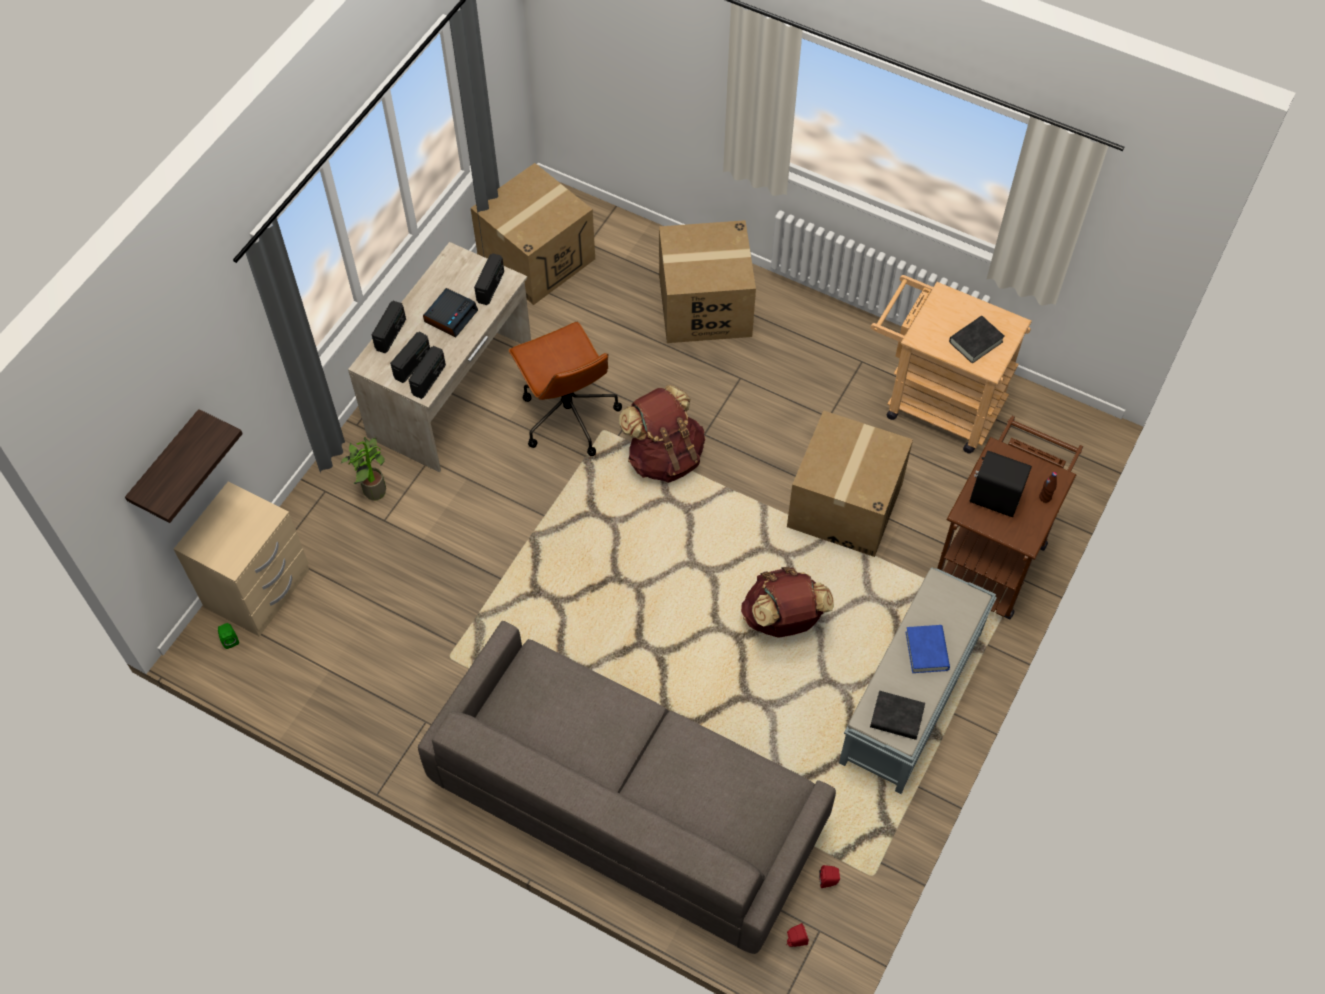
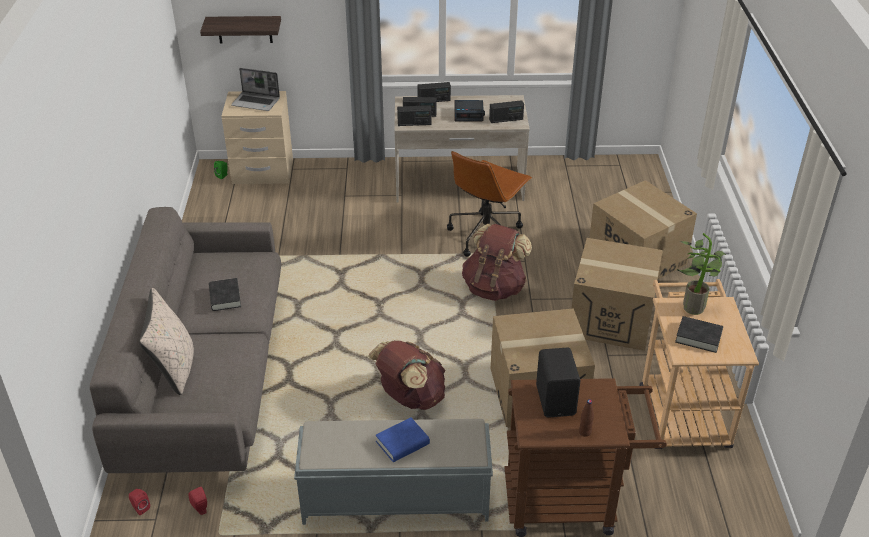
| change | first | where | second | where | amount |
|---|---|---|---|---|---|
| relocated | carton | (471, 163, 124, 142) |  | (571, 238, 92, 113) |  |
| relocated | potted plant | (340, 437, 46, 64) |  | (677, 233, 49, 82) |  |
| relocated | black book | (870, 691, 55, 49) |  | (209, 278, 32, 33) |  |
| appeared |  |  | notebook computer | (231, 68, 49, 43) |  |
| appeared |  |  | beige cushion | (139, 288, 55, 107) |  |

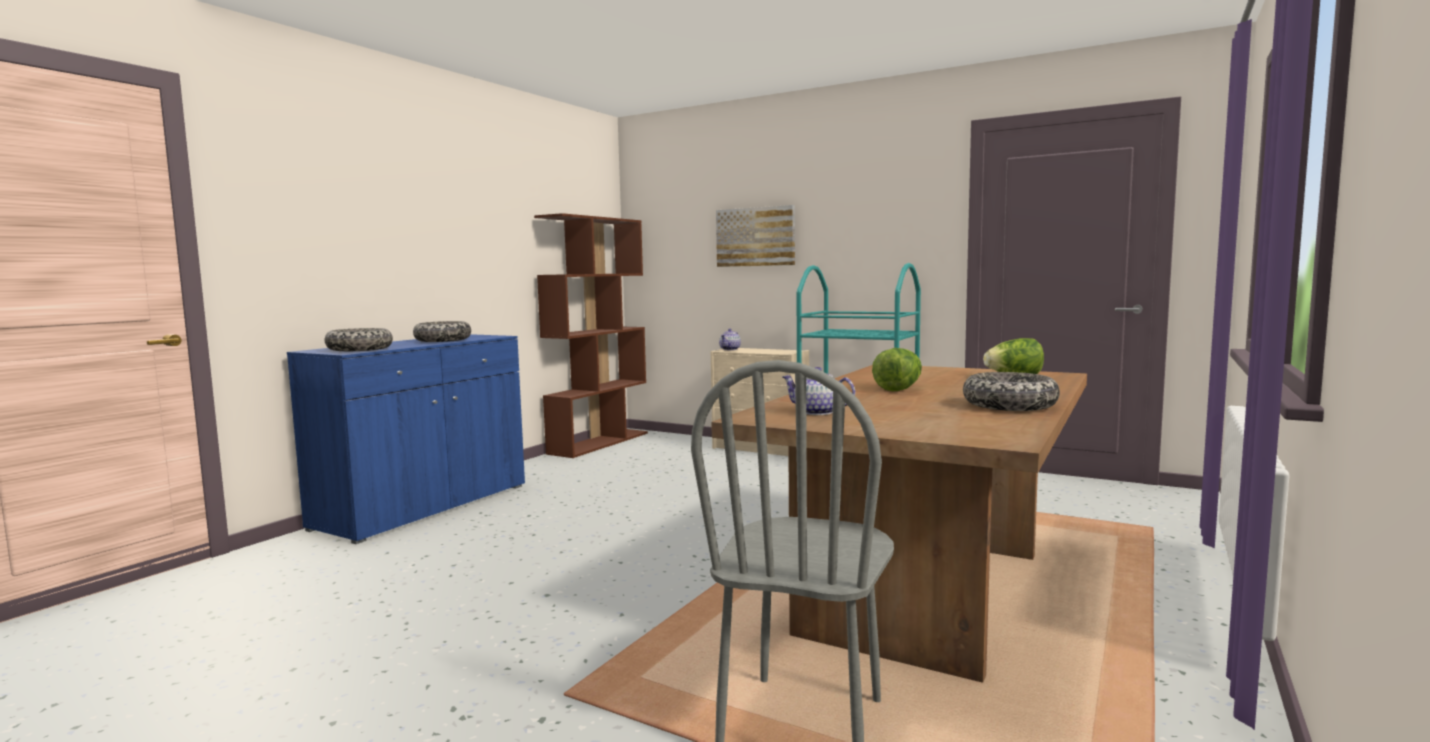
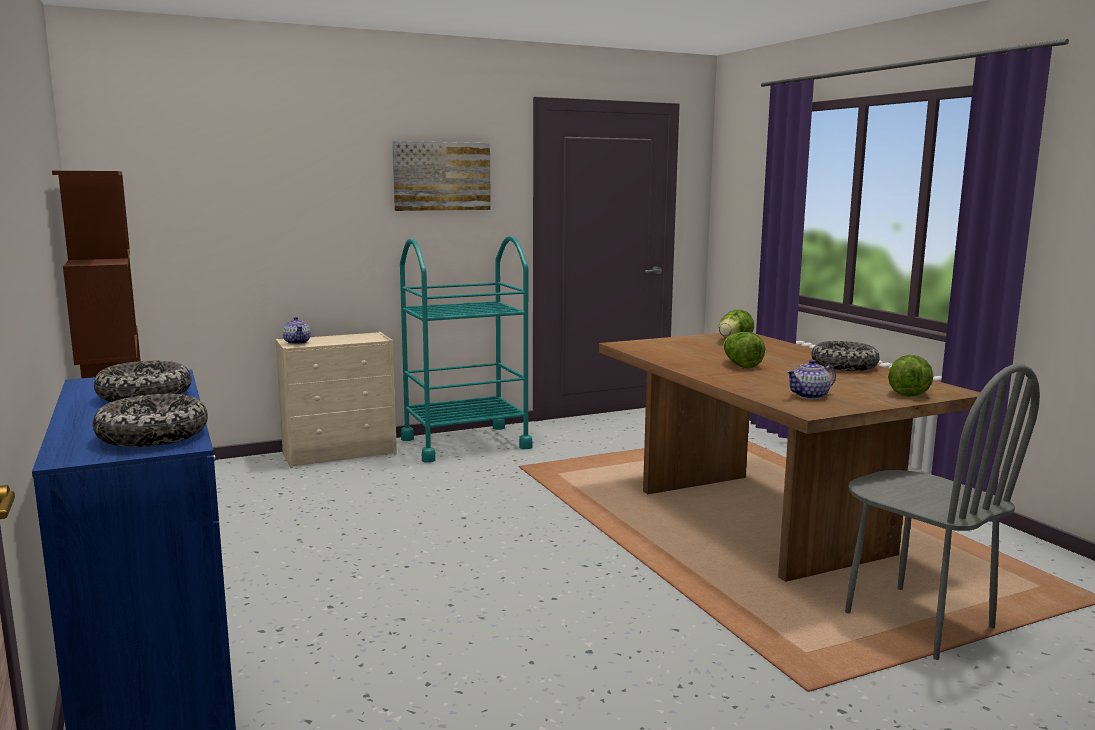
| change | first | where | second | where | amount |
|---|---|---|---|---|---|
| relocated | picture | (716, 205, 79, 62) |  | (392, 141, 99, 70) |  |
| appeared |  |  | lettuce head | (888, 355, 46, 42) |  |

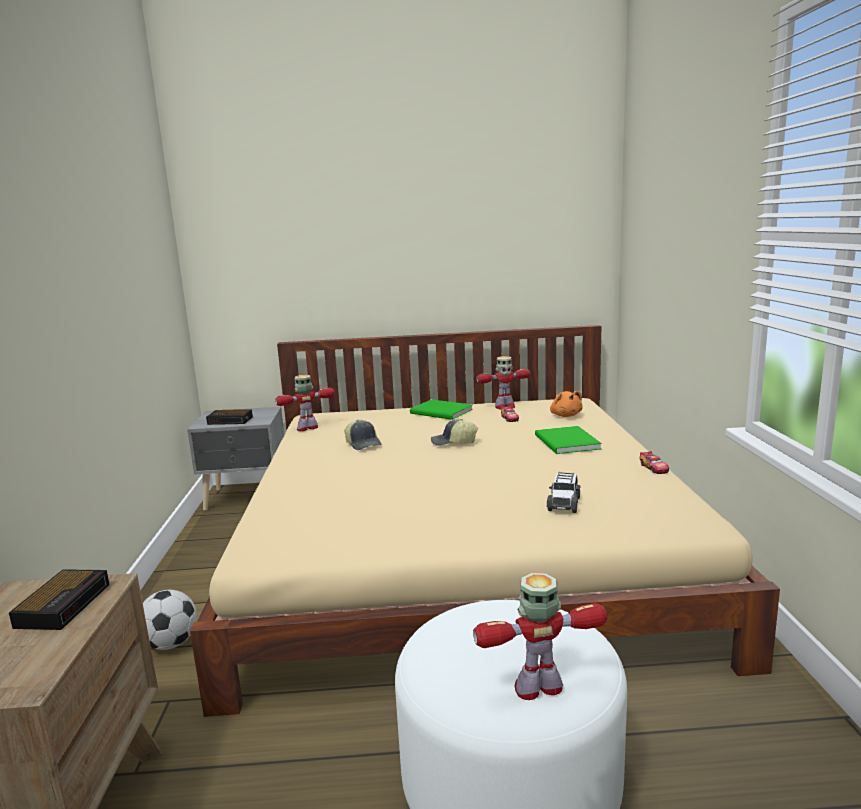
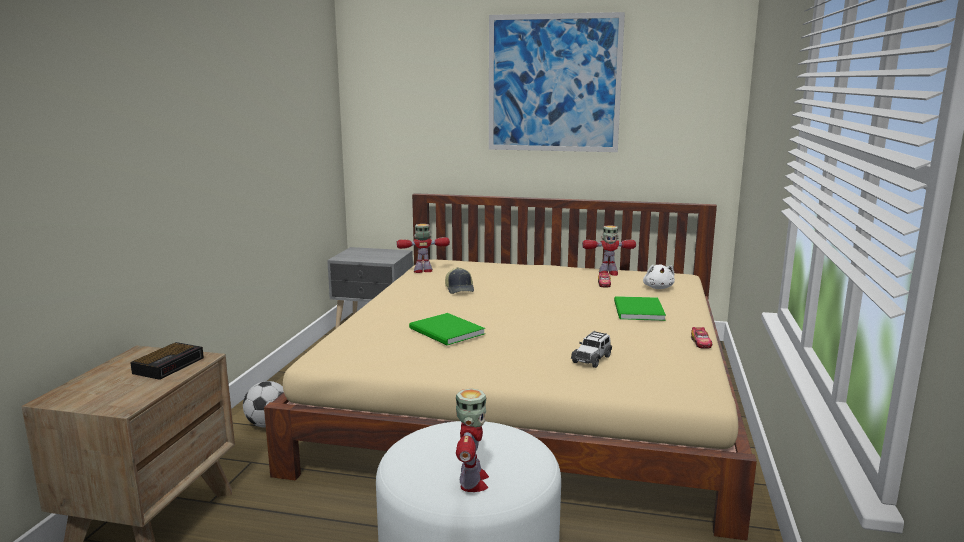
| change | first | where | second | where | amount |
|---|---|---|---|---|---|
| colour | orangey soft toy | (550, 391, 33, 26) | white soft toy | (643, 264, 32, 25) |  |
| relocated | green book | (410, 399, 63, 21) |  | (409, 313, 76, 33) |  |
| missing | alarm clock | (206, 409, 47, 16) |  |  |  |
| missing | baseball cap | (431, 419, 47, 27) |  |  |  |
| spun | model robot | (473, 573, 134, 127) |  | (456, 389, 33, 103) | 90 degrees clockwise |
| appeared |  |  | picture | (489, 12, 136, 140) |  |

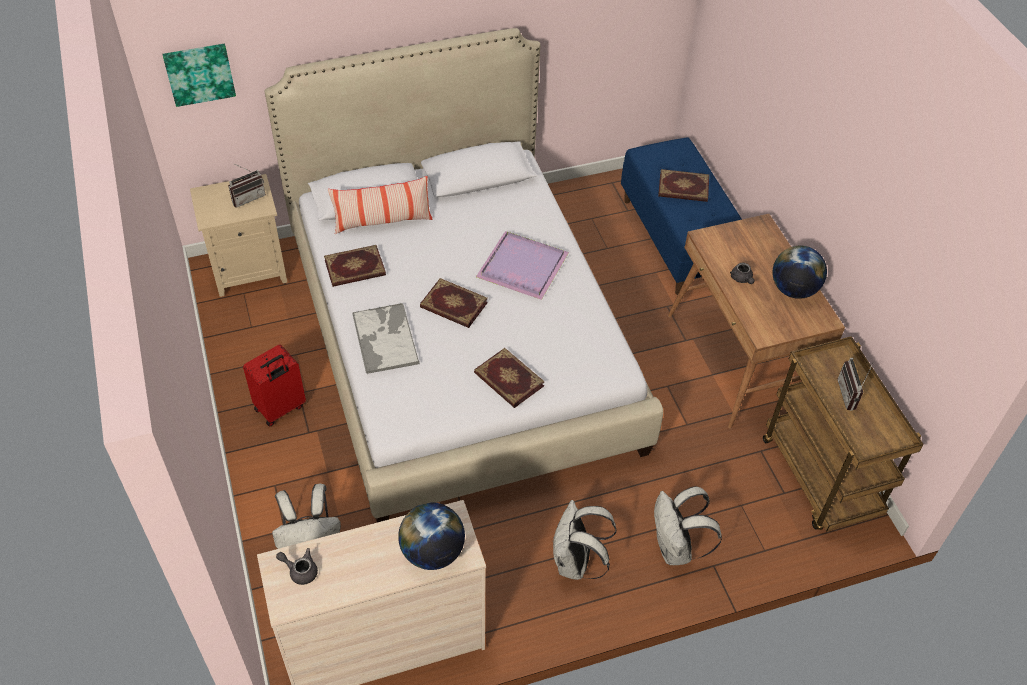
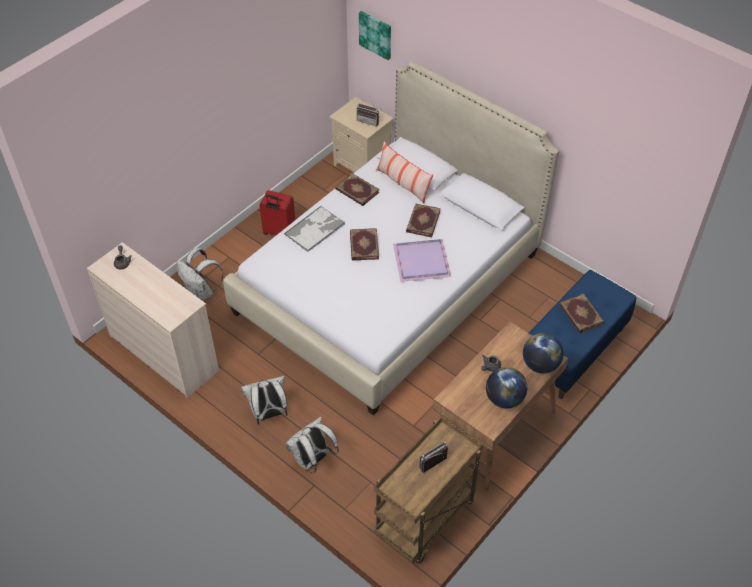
| change | first | where | second | where | amount |
|---|---|---|---|---|---|
| relocated | book | (474, 348, 71, 60) |  | (406, 204, 35, 34) |  |
| relocated | globe | (398, 503, 67, 67) |  | (523, 333, 41, 40) |  |

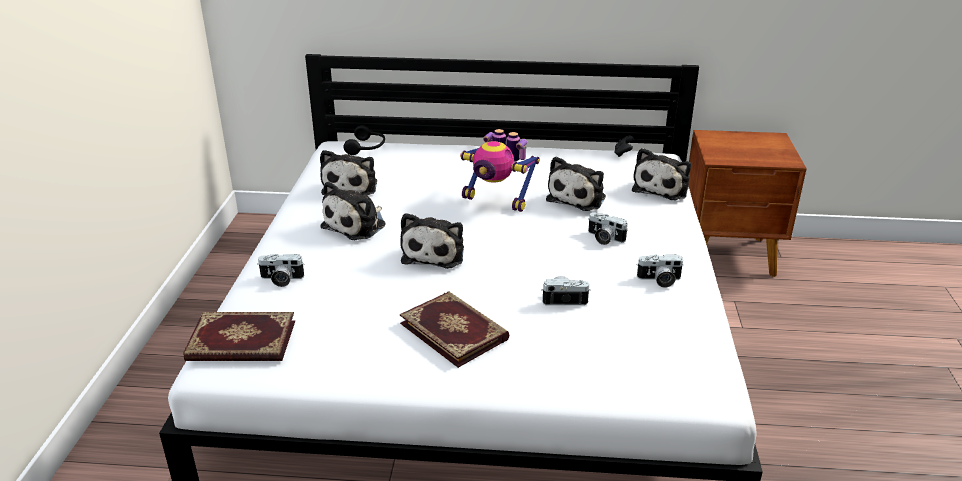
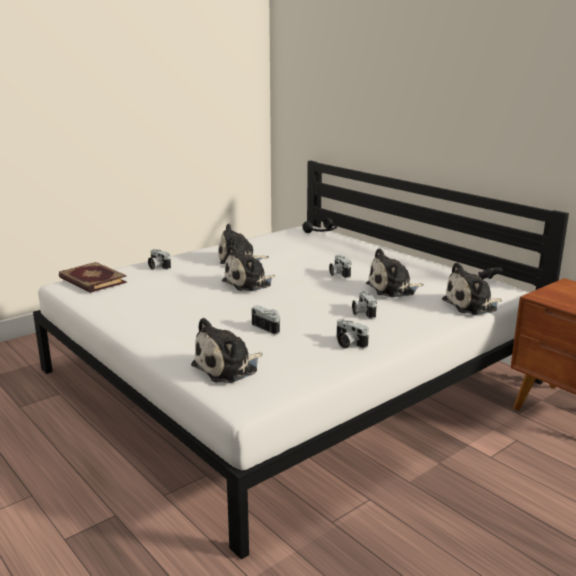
| change | first | where | second | where | amount |
|---|---|---|---|---|---|
| exchanged | model robot | (460, 129, 80, 83) | photo camera | (329, 255, 22, 23) |  |
| relocated | soft toy | (320, 150, 57, 46) |  | (191, 318, 72, 65) |  |
| missing | book | (400, 291, 110, 77) |  |  |  |

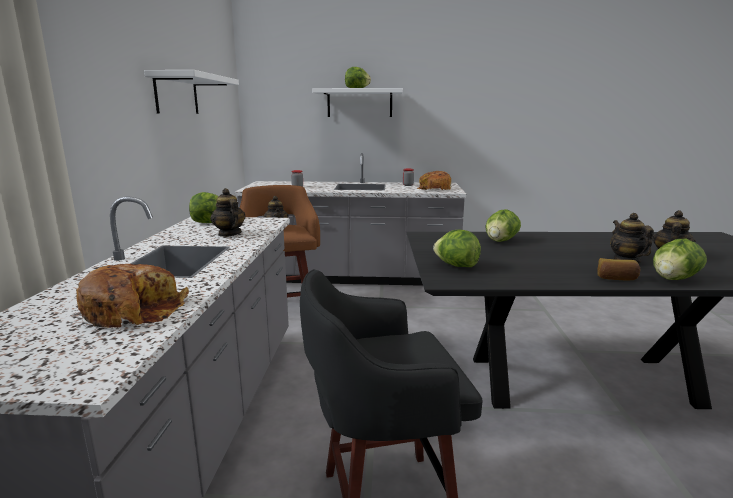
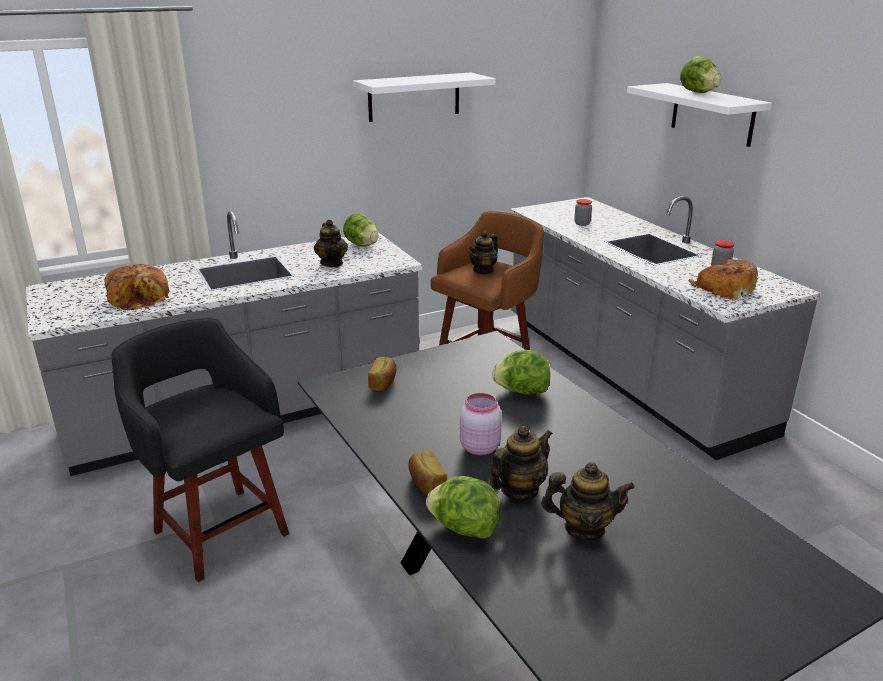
| change | first | where | second | where | amount |
|---|---|---|---|---|---|
| spun | pot for tea | (210, 188, 36, 49) |  | (314, 220, 34, 47) | 135 degrees clockwise |
| exchanged | lettuce head | (433, 230, 48, 37) | baked bread | (368, 357, 29, 34) |  |
| appeared |  |  | pinkish jar | (460, 393, 42, 62) |  |

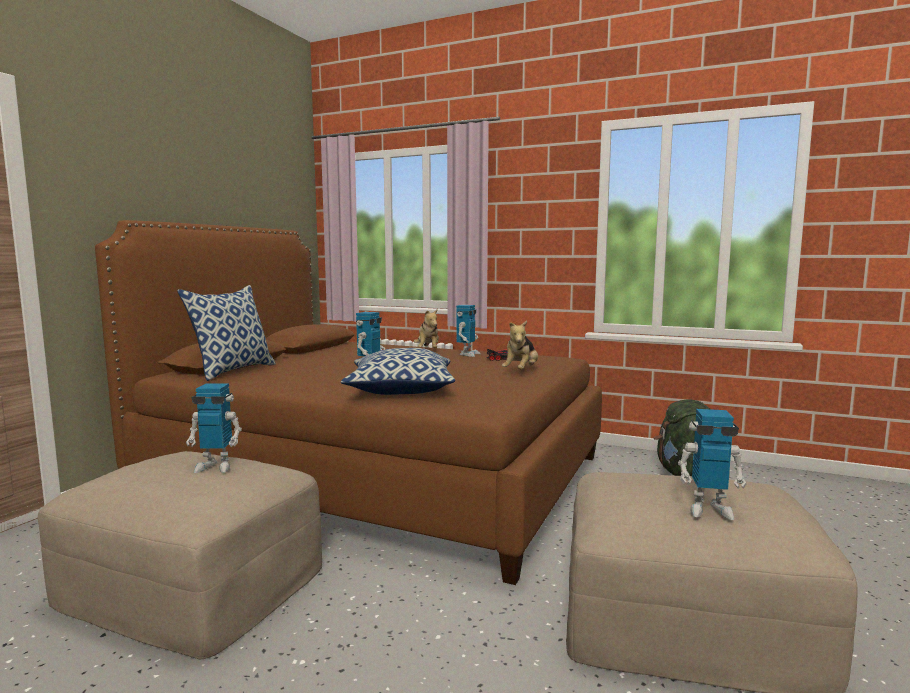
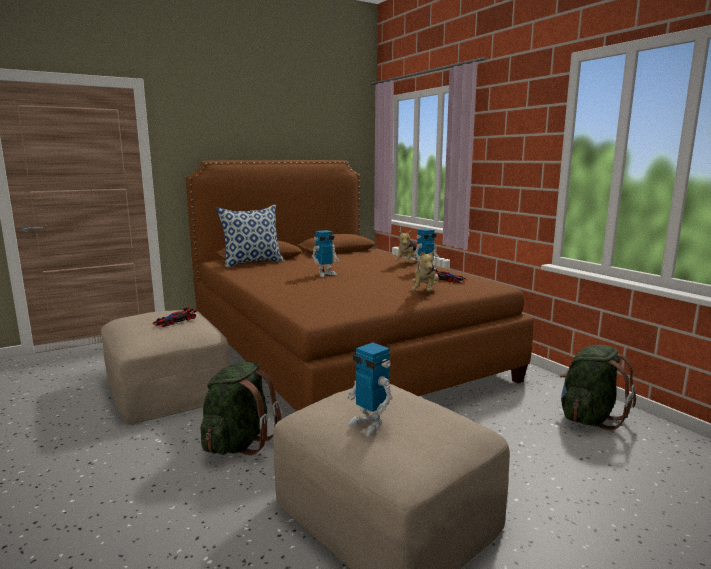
| change | first | where | second | where | amount |
|---|---|---|---|---|---|
| spun | soft toy | (502, 321, 36, 49) |  | (412, 250, 26, 42) | 45 degrees counterclockwise |
| missing | cushion | (341, 348, 114, 47) |  |  |  |
| exchanged | model robot | (186, 383, 56, 90) | model car | (153, 308, 44, 19) |  |
| appeared |  |  | green backpack | (200, 362, 82, 93) |  |

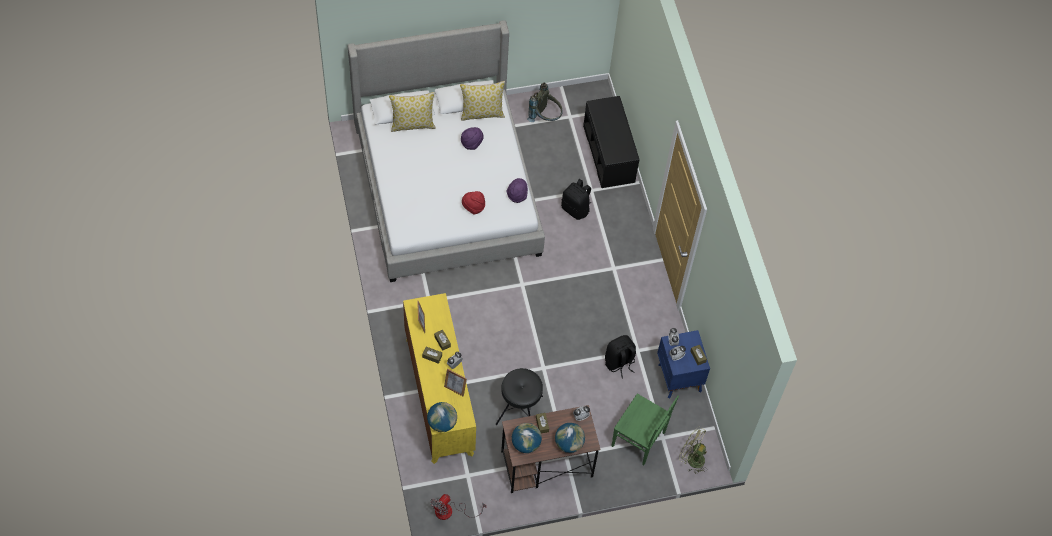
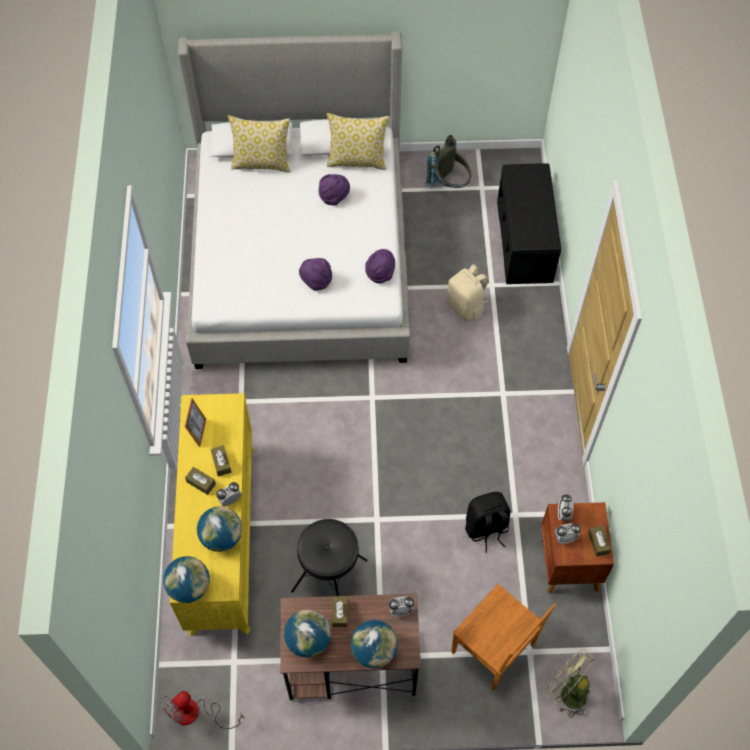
| change | first | where | second | where | amount |
|---|---|---|---|---|---|
| colour | black backpack | (561, 179, 30, 41) | beige backpack | (447, 264, 42, 57) |  |
| colour | reddish wearable hat | (462, 191, 23, 24) | purple wearable hat | (299, 258, 33, 33) |  |
| colour | blue nightstand | (657, 330, 53, 69) | brownish nightstand | (541, 502, 73, 91) |  |
| exchanged | standing frame | (444, 369, 23, 27) | globe | (197, 506, 45, 46) |  |
| colour | green upright chair | (612, 393, 67, 72) | brownish upright chair | (451, 584, 105, 106) |  |

